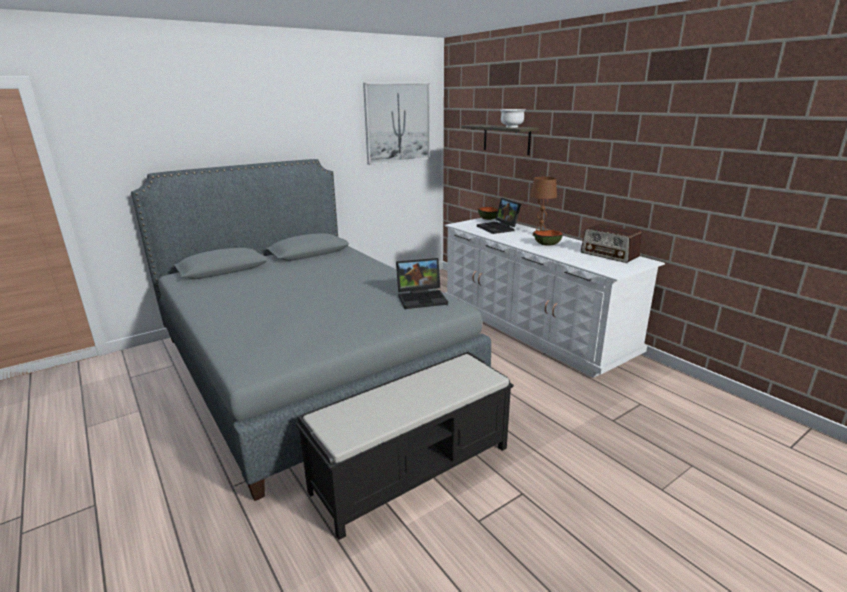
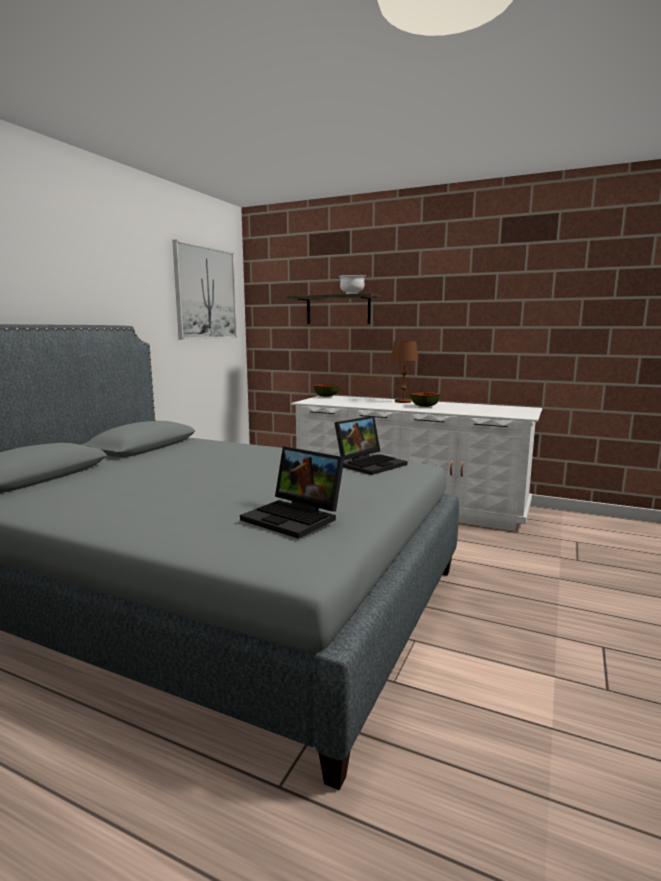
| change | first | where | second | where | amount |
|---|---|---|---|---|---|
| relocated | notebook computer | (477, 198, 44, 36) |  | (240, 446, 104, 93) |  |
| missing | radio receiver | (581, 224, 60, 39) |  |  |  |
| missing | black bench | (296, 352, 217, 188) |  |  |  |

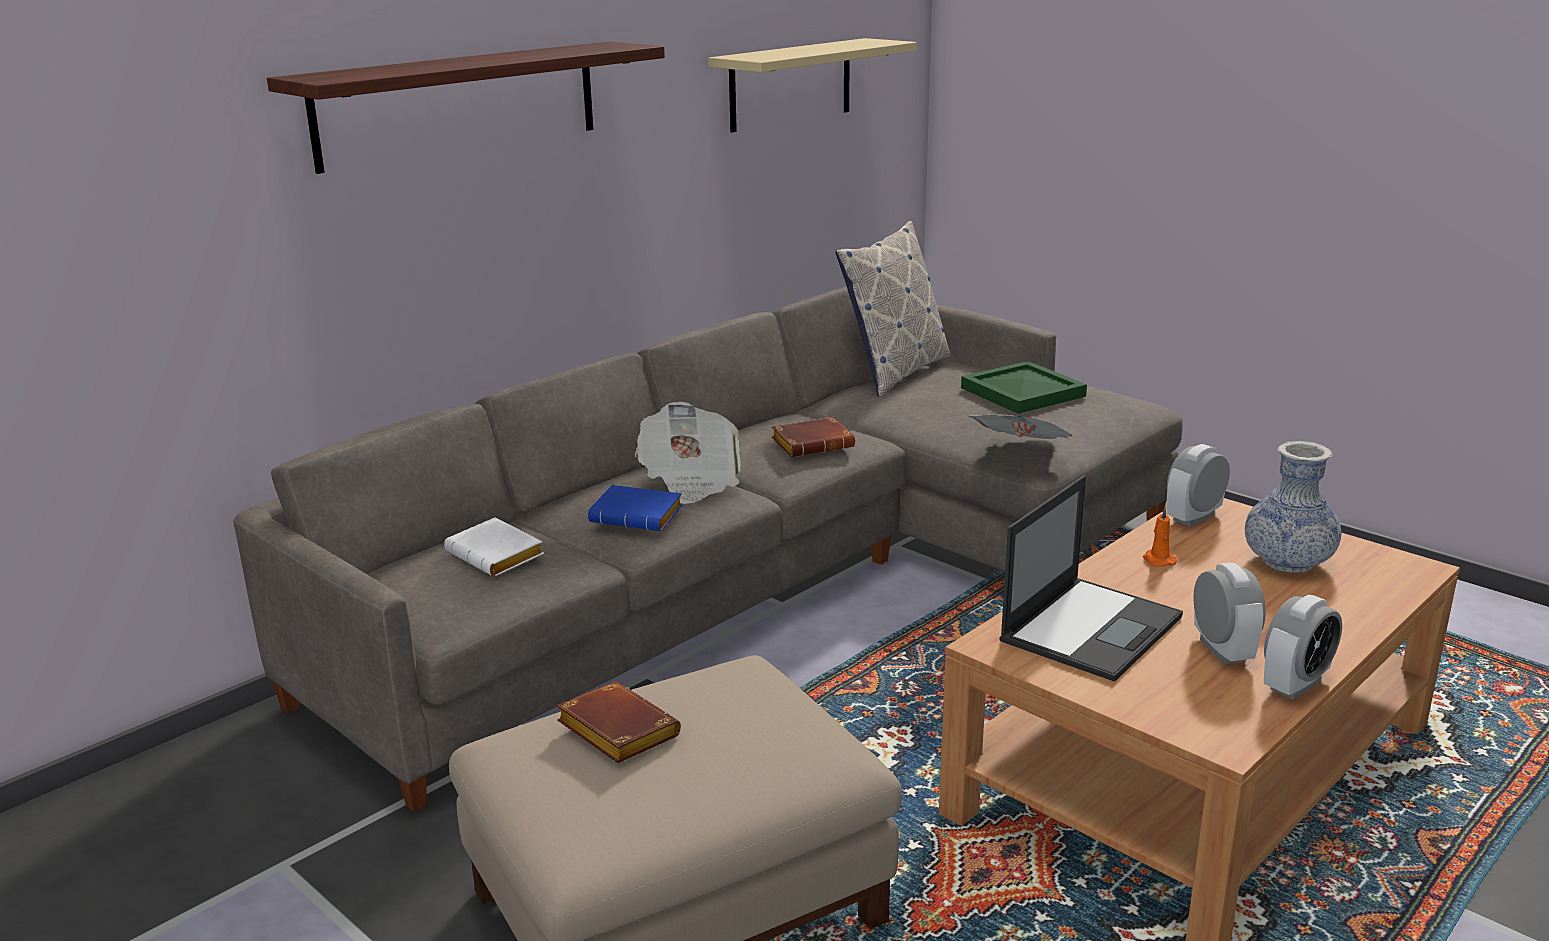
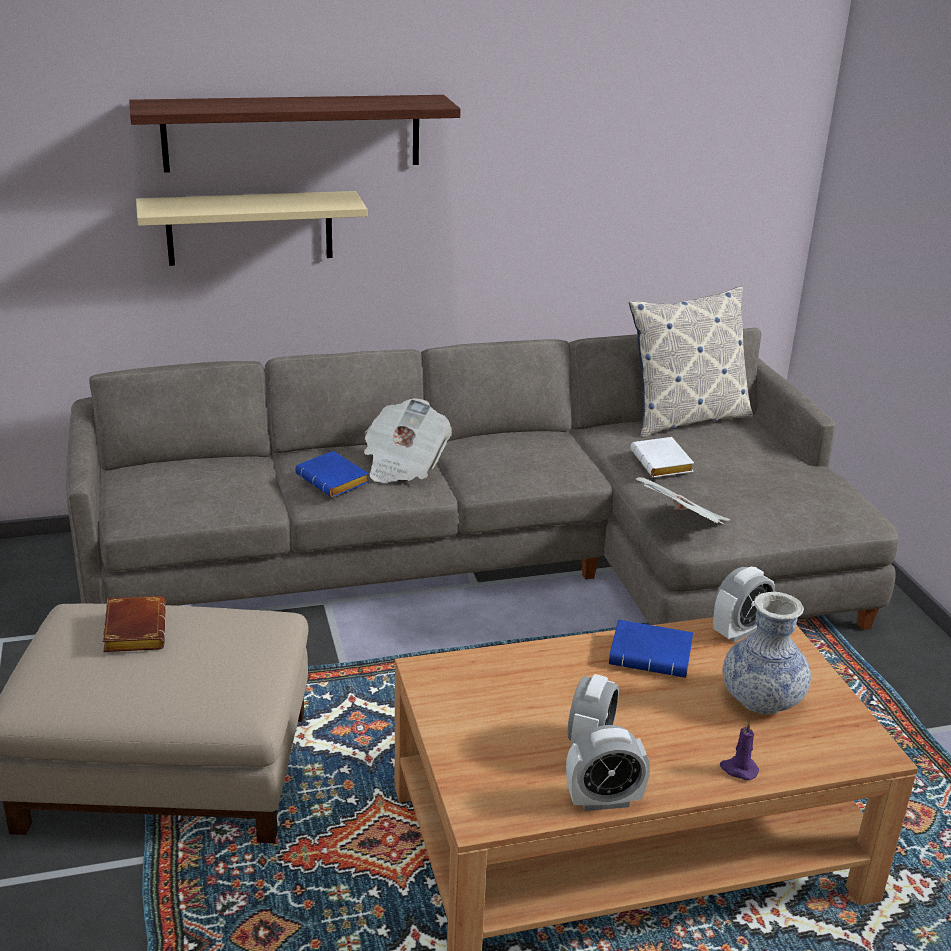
| change | first | where | second | where | amount |
|---|---|---|---|---|---|
| relocated | beige wall shelf | (708, 38, 209, 95) |  | (136, 191, 232, 75) |  |
| missing | green serving tray | (961, 361, 126, 53) |  |  |  |
| missing | brownish book | (772, 417, 83, 40) |  |  |  |
| spun | alarm clock | (1167, 444, 63, 83) |  | (713, 567, 62, 75) | 150 degrees clockwise |
| missing | notebook computer | (999, 475, 184, 207) |  |  |  |
| exchanged | orangey wax candle | (1143, 506, 34, 61) | blue book | (609, 620, 84, 58) |  |
| relocated | white book | (444, 517, 100, 60) |  | (631, 437, 63, 40) |  |
| appeared |  |  | purple wax candle | (720, 721, 39, 59) |  |

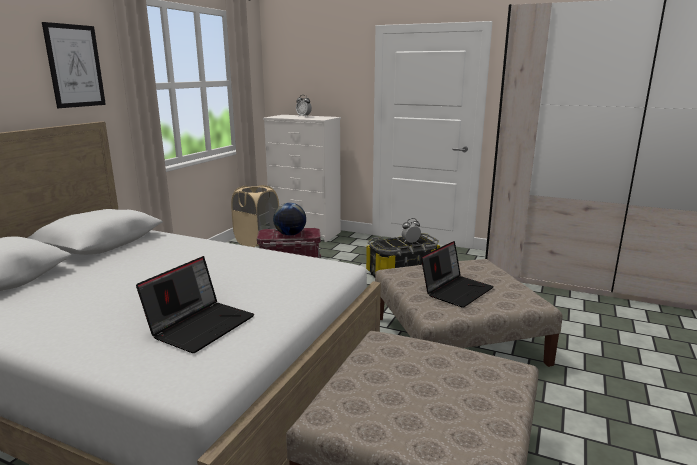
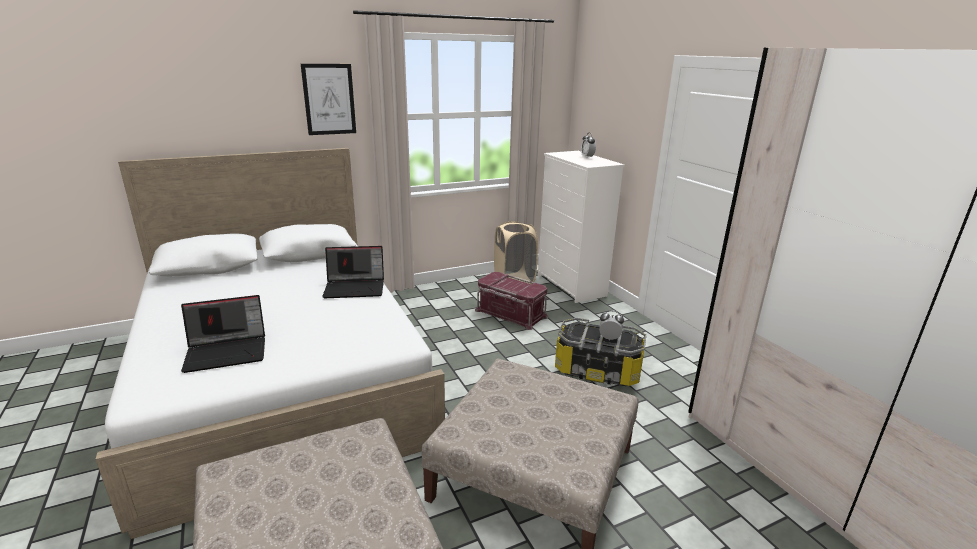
| change | first | where | second | where | amount |
|---|---|---|---|---|---|
| missing | globe | (273, 203, 33, 33) |  |  |  |
| relocated | notebook computer | (421, 241, 73, 67) |  | (322, 246, 62, 52) |  |

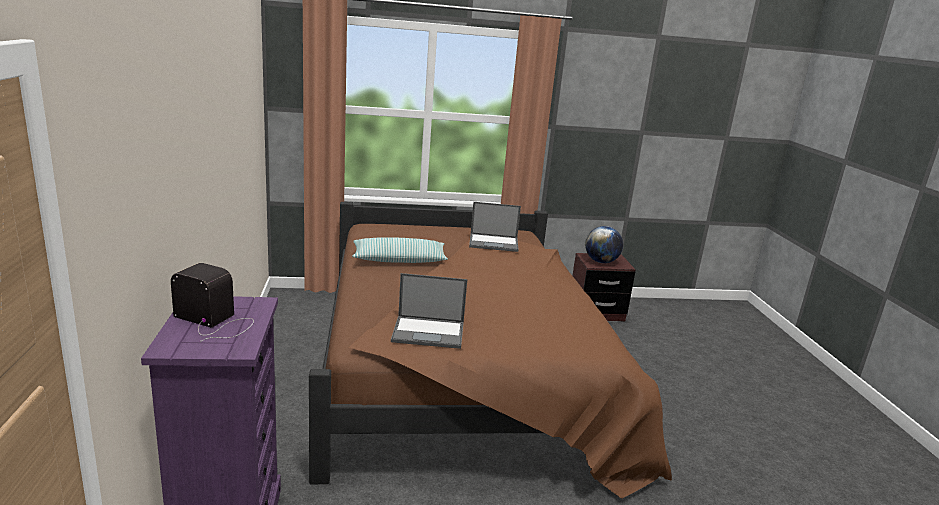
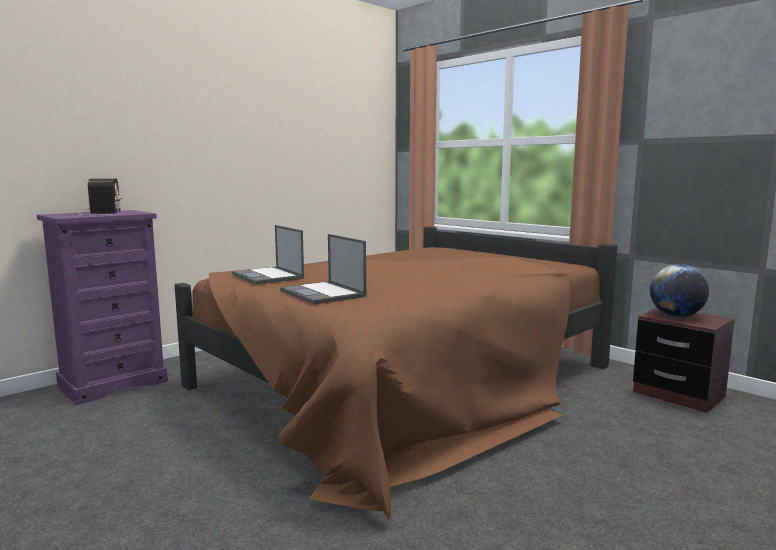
| change | first | where | second | where | amount |
|---|---|---|---|---|---|
| relocated | notebook computer | (469, 202, 52, 50) |  | (280, 234, 86, 71) |  |
| missing | cushion | (352, 238, 96, 25) |  |  |  |

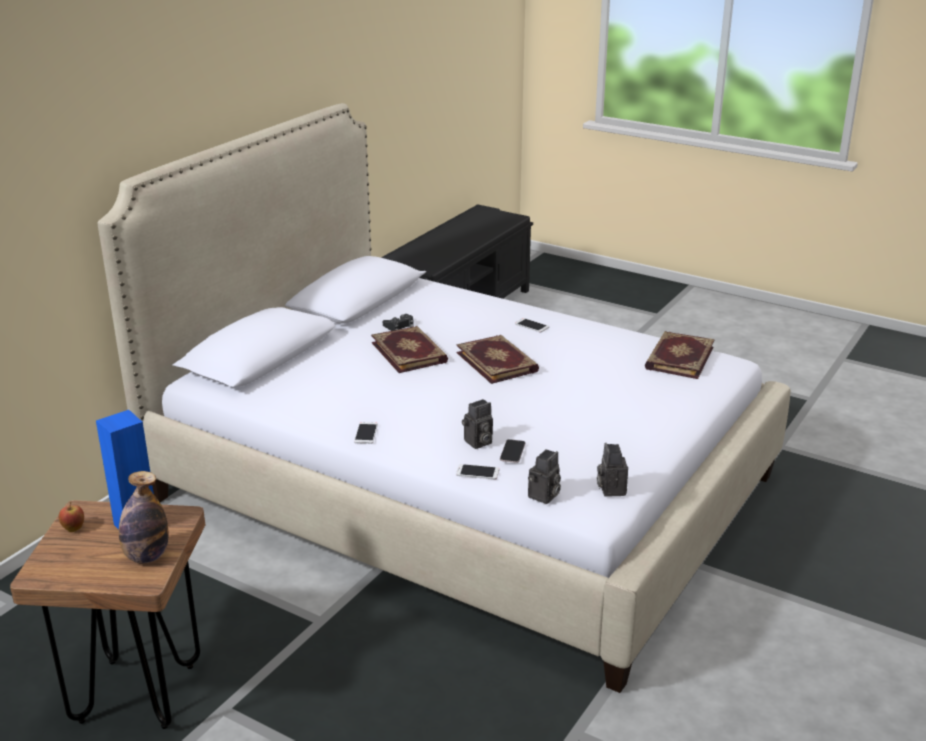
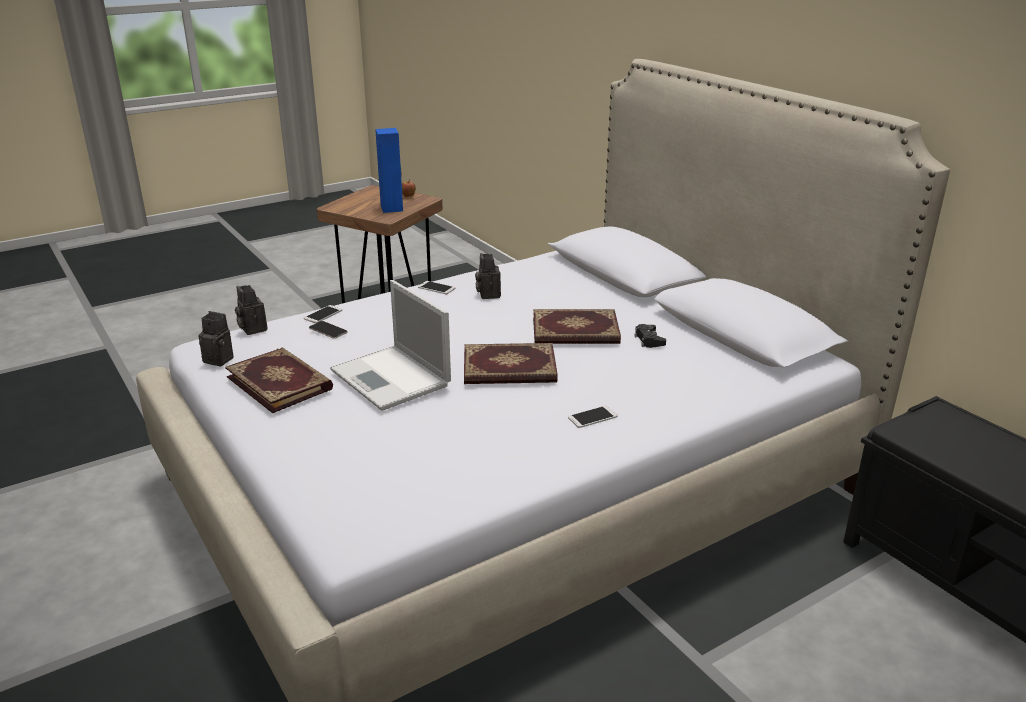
| change | first | where | second | where | amount |
|---|---|---|---|---|---|
| relocated | book | (645, 331, 69, 48) |  | (225, 348, 108, 65) |  |
| relocated | photo camera | (462, 399, 31, 50) |  | (475, 253, 26, 46) |  |
| missing | drink bottle | (119, 471, 50, 92) |  |  |  |
| appeared |  |  | notebook computer | (330, 280, 121, 131) |  |

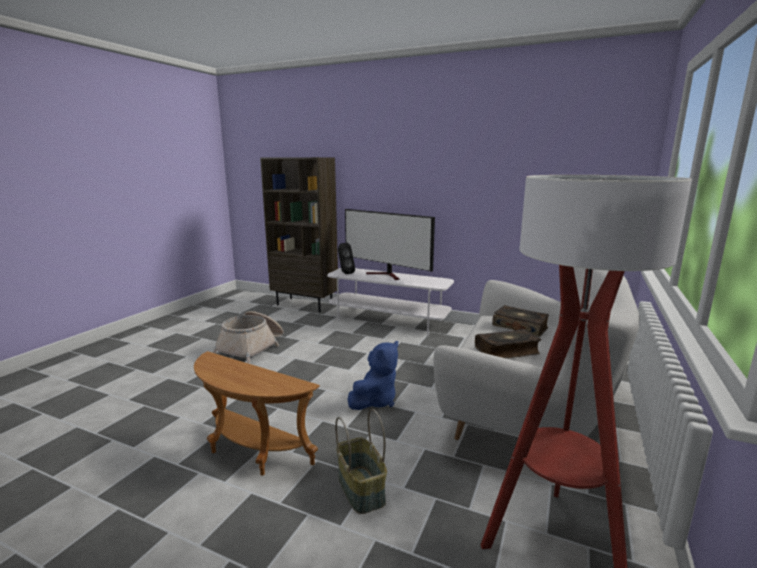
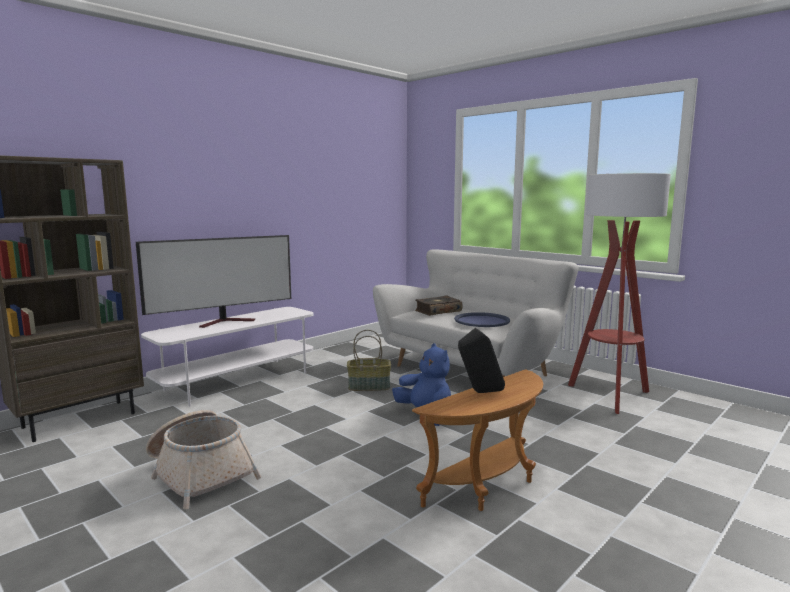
| change | first | where | second | where | amount |
|---|---|---|---|---|---|
| relocated | black loudspeaker | (338, 243, 17, 31) |  | (458, 327, 47, 66) |  |
| exchanged | book | (475, 329, 66, 29) | blue serving tray | (454, 312, 56, 15) |  |
| relocated | household basket | (335, 409, 52, 105) |  | (347, 330, 44, 61) |  |

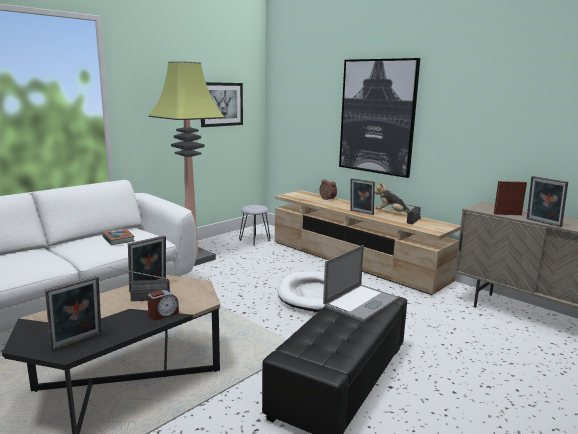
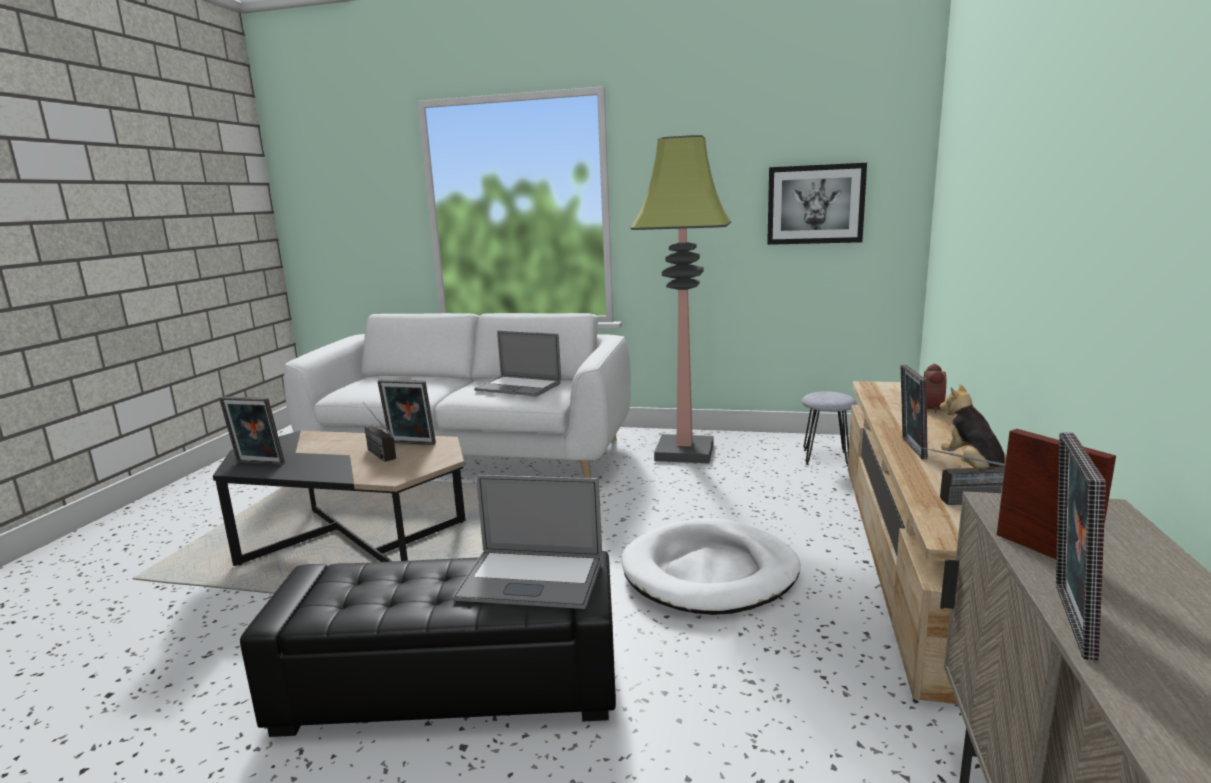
| change | first | where | second | where | amount |
|---|---|---|---|---|---|
| missing | picture | (339, 58, 81, 120) |  |  |  |
| exchanged | book | (102, 228, 33, 17) | notebook computer | (474, 331, 87, 65) |  |
| missing | alarm clock | (147, 290, 32, 30) |  |  |  |

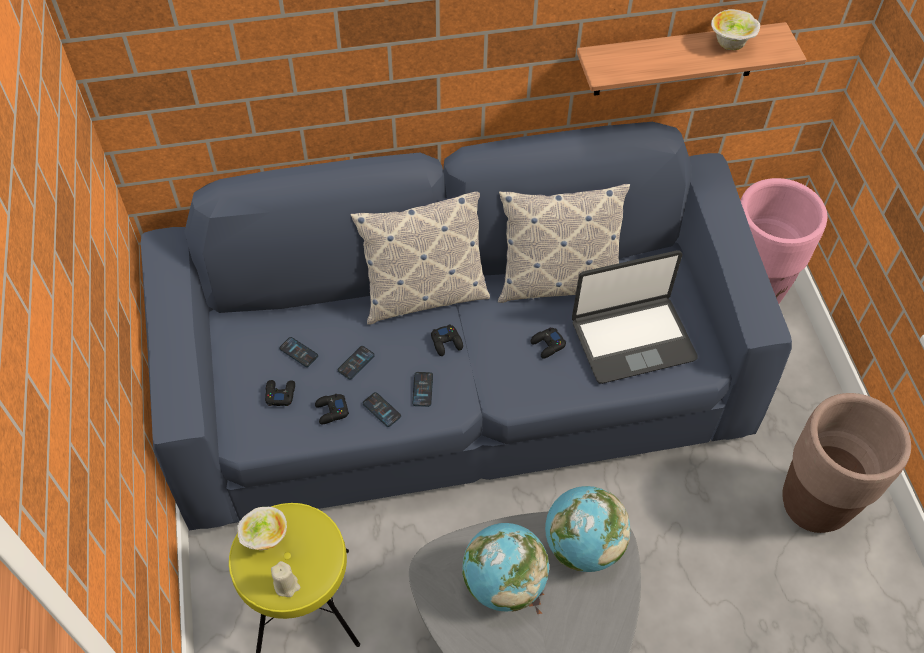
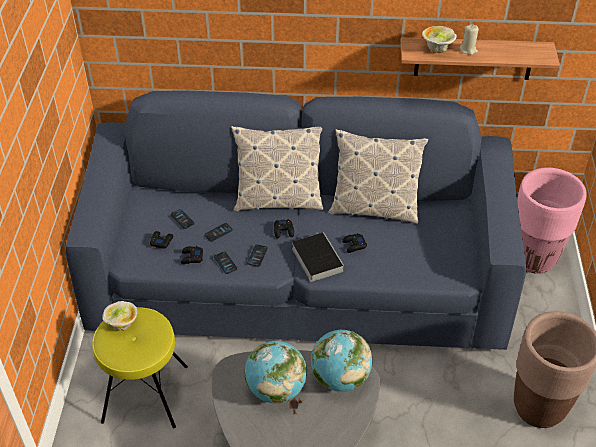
| change | first | where | second | where | amount |
|---|---|---|---|---|---|
| relocated | bowl | (711, 9, 49, 41) |  | (422, 26, 35, 27) |  |
| missing | notebook computer | (572, 250, 126, 134) |  |  |  |
| relocated | beige wax candle | (271, 561, 29, 36) |  | (460, 24, 19, 31) |  |
| appeared |  |  | book | (292, 232, 52, 50) |  |

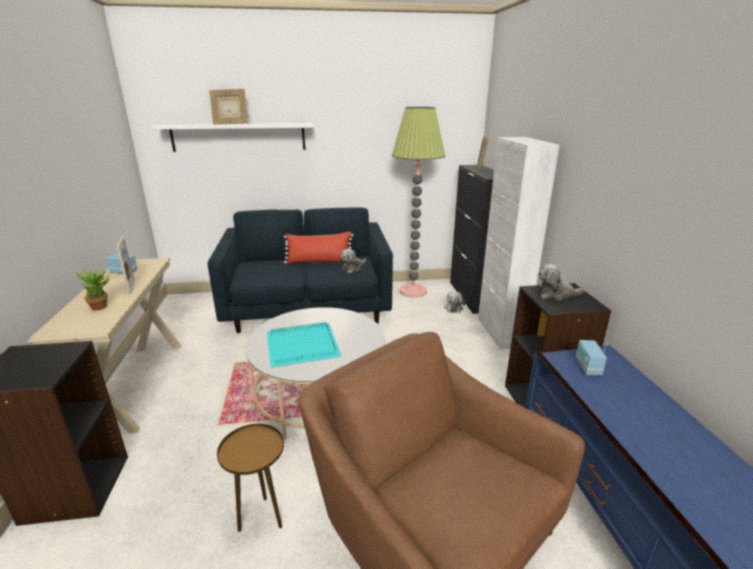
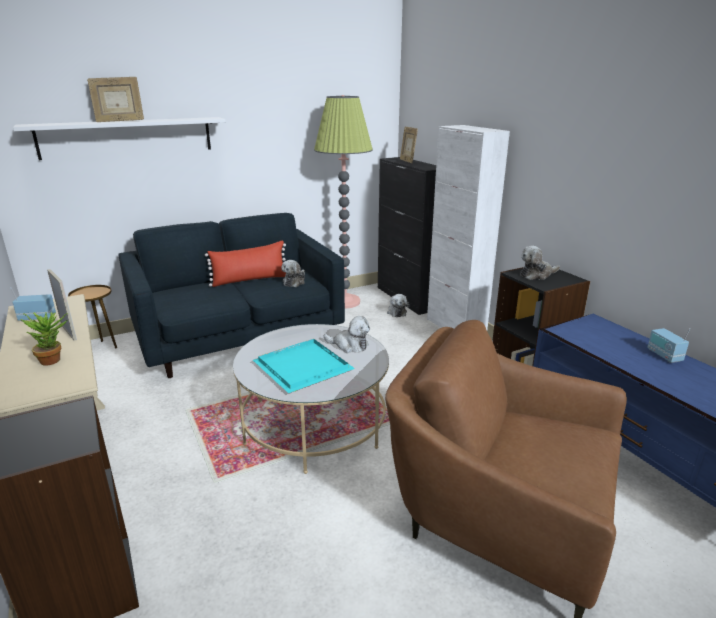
| change | first | where | second | where | amount |
|---|---|---|---|---|---|
| relocated | radio receiver | (576, 340, 31, 36) |  | (647, 328, 43, 35) |  |
| relocated | brownish side table | (217, 424, 67, 108) |  | (68, 285, 49, 64) |  |
| appeared |  |  | soft toy | (324, 316, 46, 37) |  |

